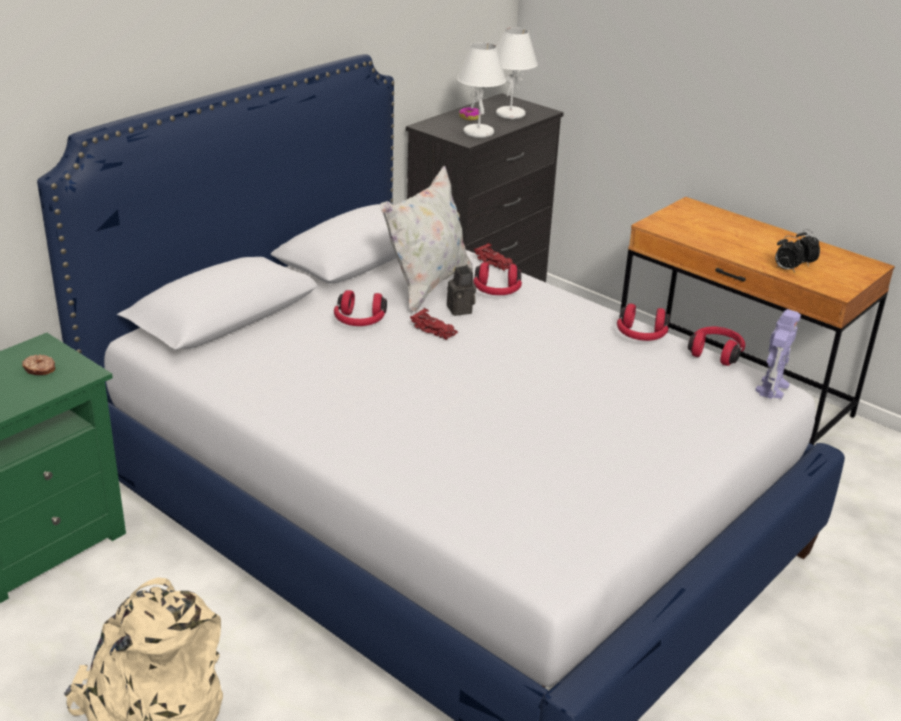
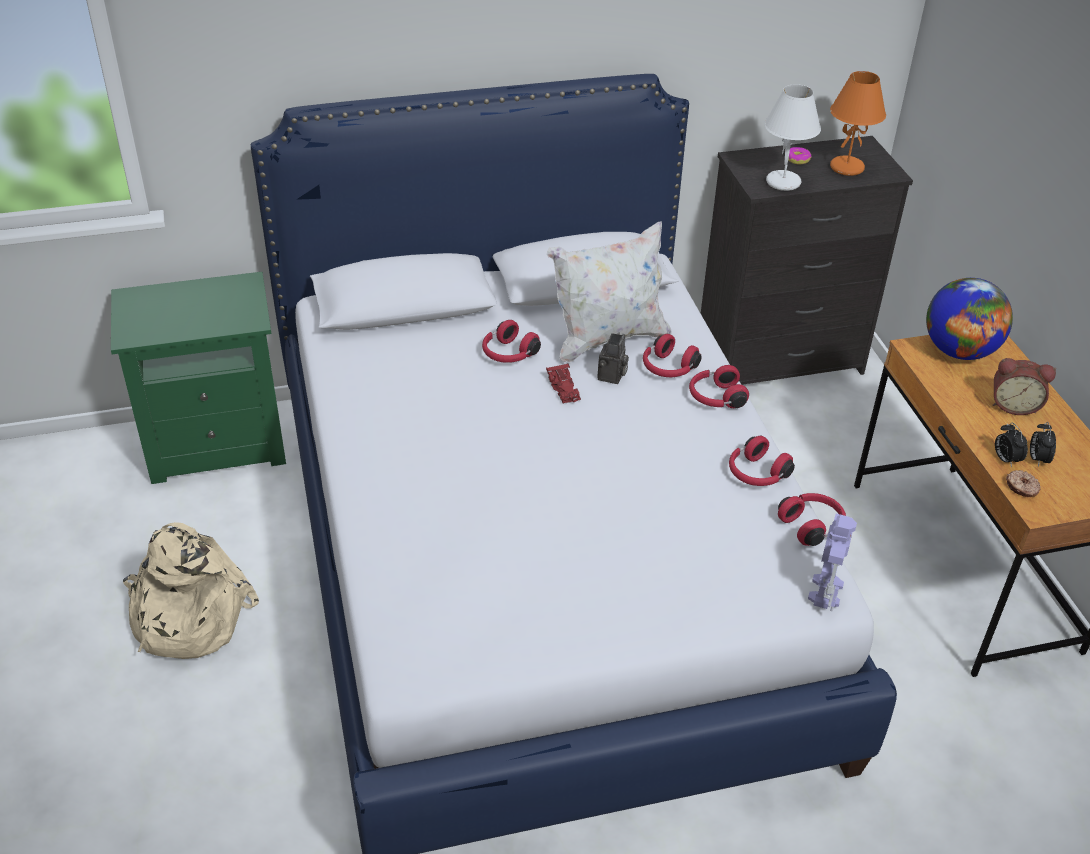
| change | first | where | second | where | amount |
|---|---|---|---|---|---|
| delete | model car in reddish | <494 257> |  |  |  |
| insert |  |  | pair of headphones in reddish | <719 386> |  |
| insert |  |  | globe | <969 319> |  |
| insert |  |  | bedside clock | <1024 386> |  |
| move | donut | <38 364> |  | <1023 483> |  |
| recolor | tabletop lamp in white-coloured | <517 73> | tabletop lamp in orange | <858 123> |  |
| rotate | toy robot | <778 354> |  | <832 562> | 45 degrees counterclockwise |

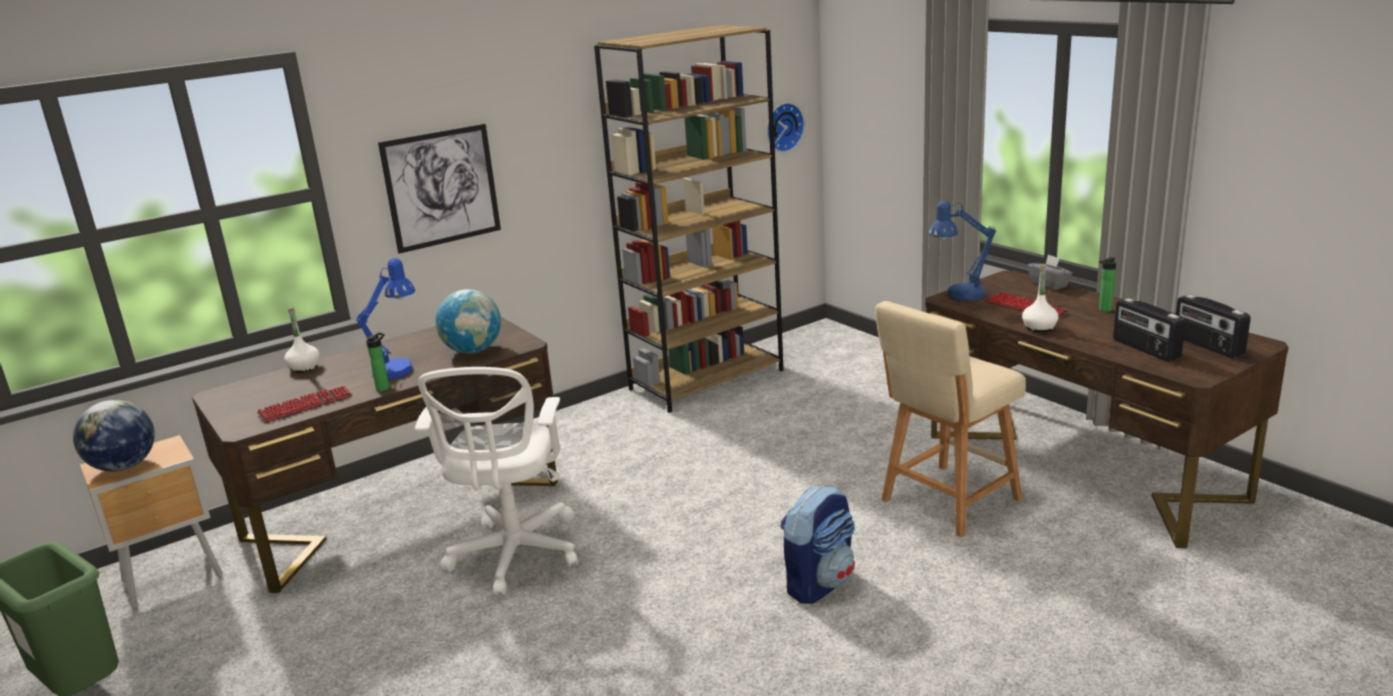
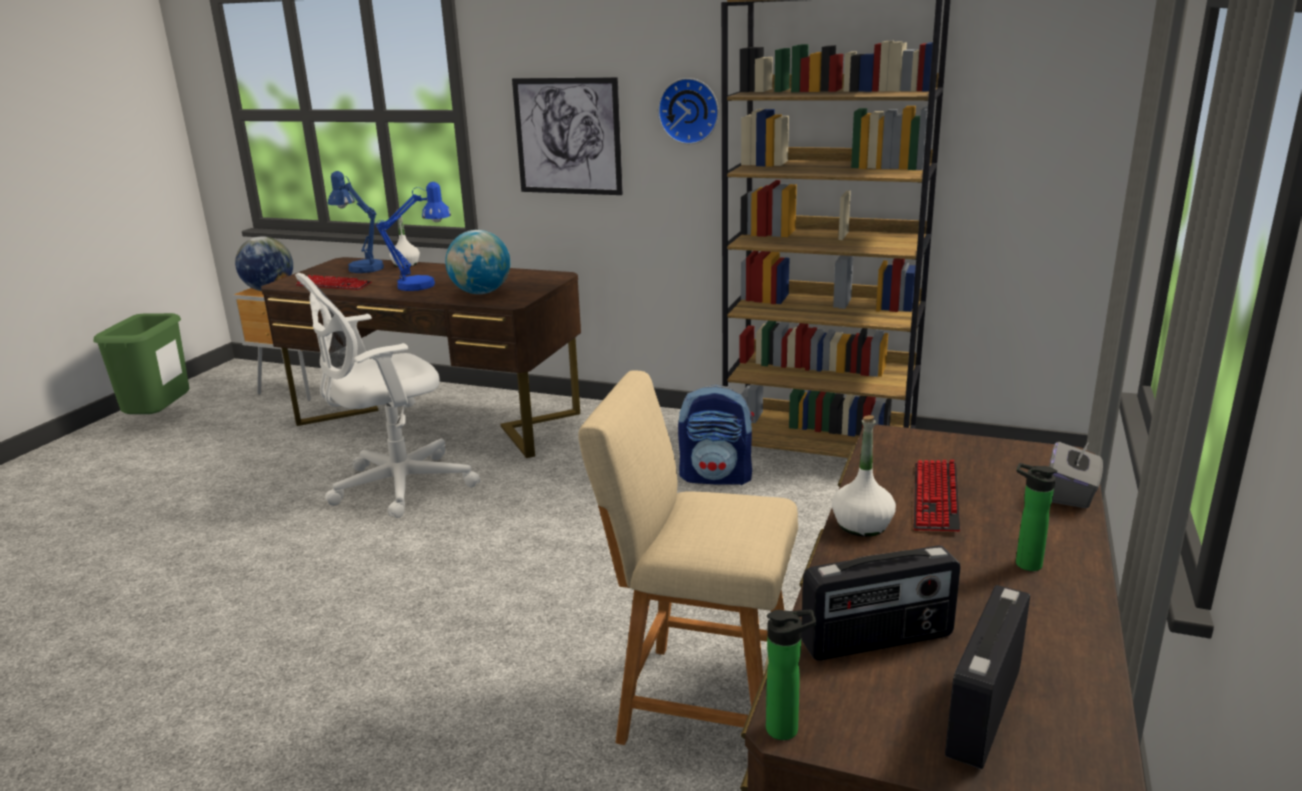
| change | first | where | second | where | amount |
|---|---|---|---|---|---|
| move | beverage bottle | <378 362> |  | <791 675> |  |
| move | clock on the wall | <785 127> |  | <688 111> |  |
| move | rucksack | <817 544> |  | <716 435> |  |
| move | tabletop lamp in blue | <962 250> |  | <356 222> |  |
| rotate | radio receiver | <1149 330> |  | <881 603> | 135 degrees counterclockwise |

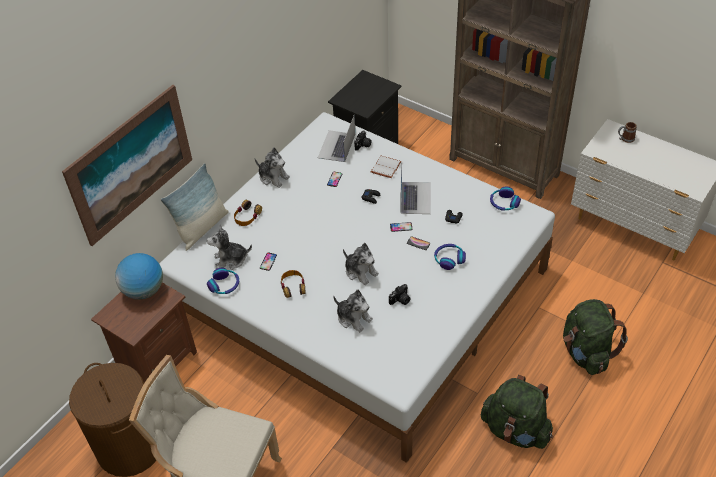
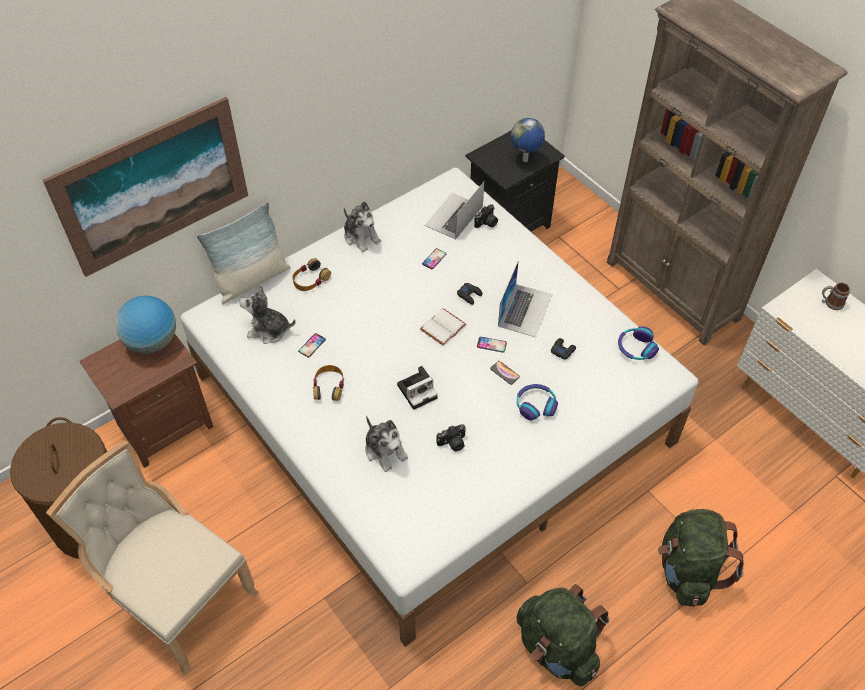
| change | first | where | second | where | amount |
|---|---|---|---|---|---|
| delete | pair of headphones | <223 281> |  |  |  |
| insert |  |  | globe | <528 140> |  |
| move | bound book in white-coloured | <386 167> |  | <443 327> |  |
| replace | plush toy | <361 264> | photo camera | <417 388> |  |

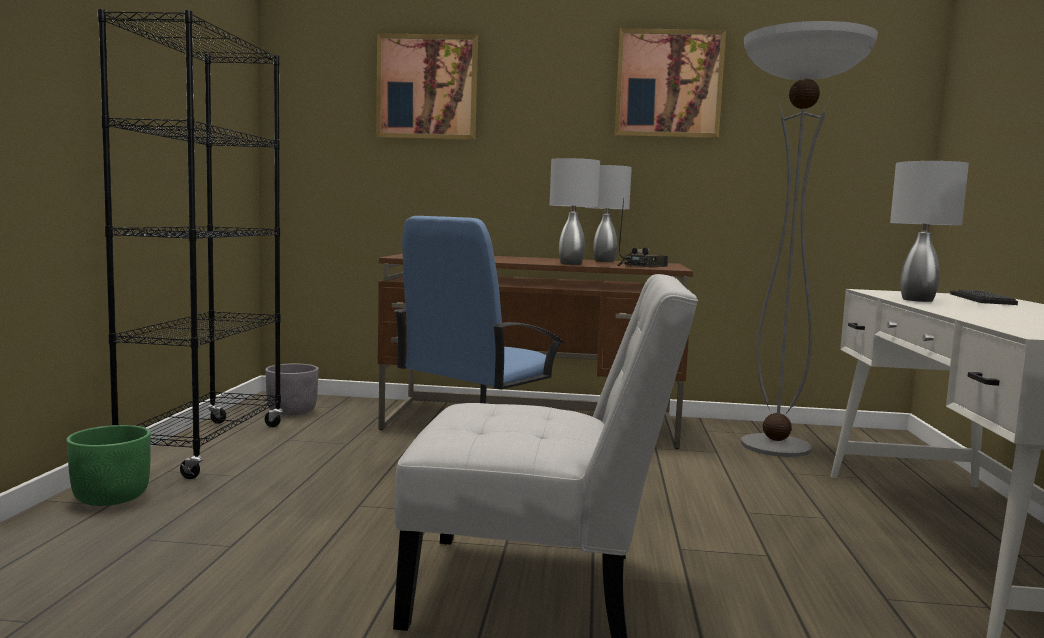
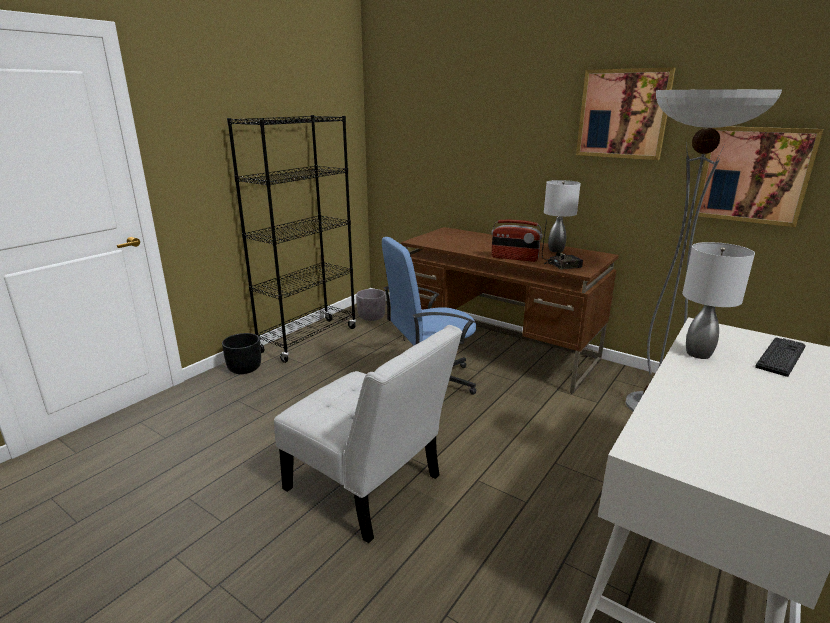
| change | first | where | second | where | amount |
|---|---|---|---|---|---|
| move | wall art | <427 86> |  | <758 176> |  |
| replace | tabletop lamp in greyish | <575 211> | radio receiver | <517 241> |  |
| recolor | flower pot in green | <108 465> | flower pot in black-coloured | <241 353> |  |

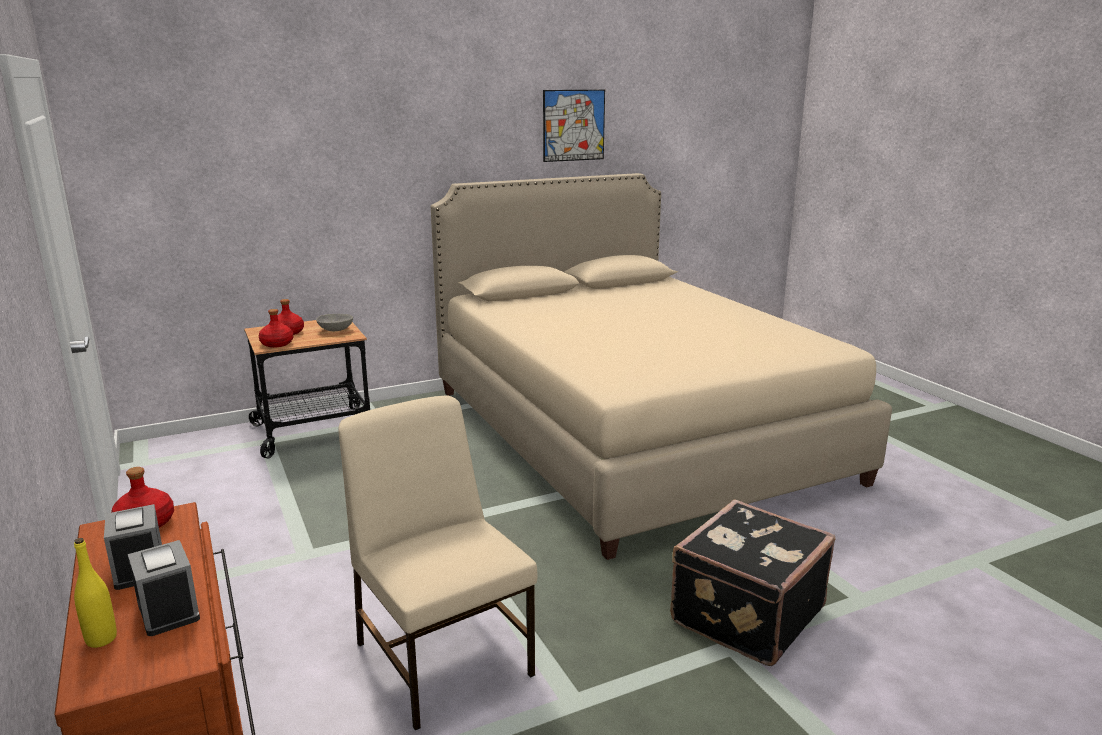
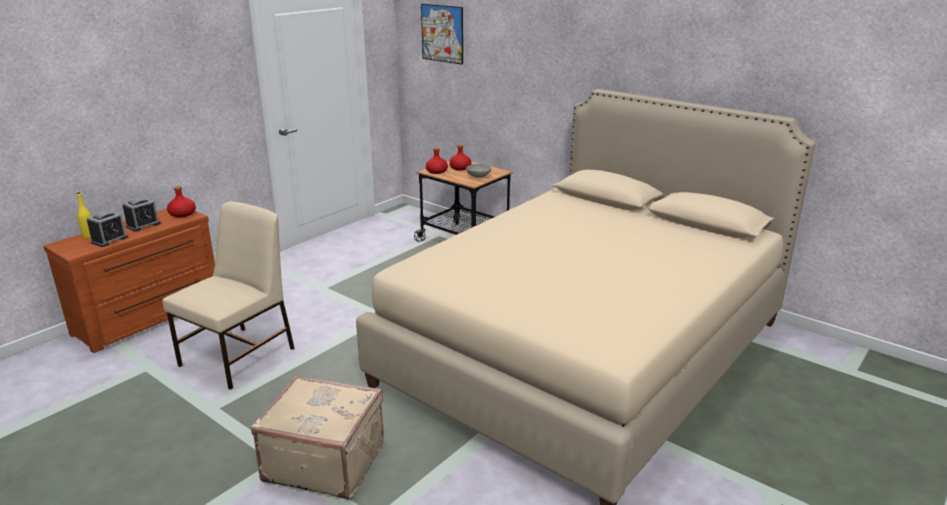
| change | first | where | second | where | amount |
|---|---|---|---|---|---|
| move | wall art | <574 126> |  | <442 34> |  |
| recolor | travel case in black-coloured | <753 583> | travel case in beige-coloured | <317 437> |  |

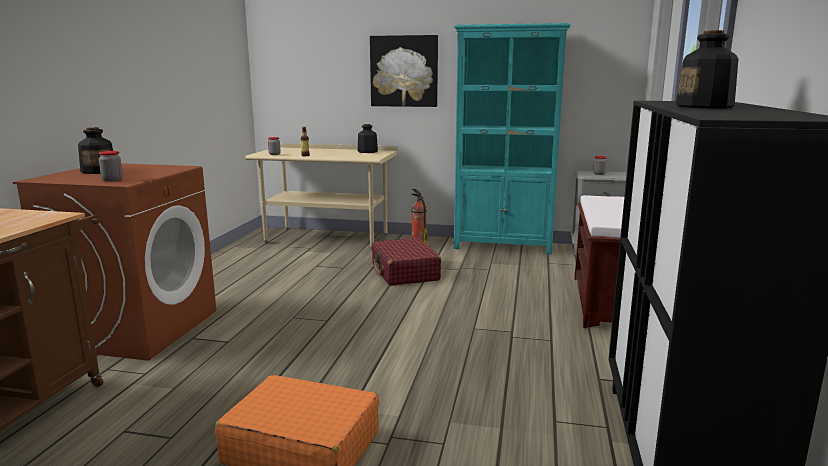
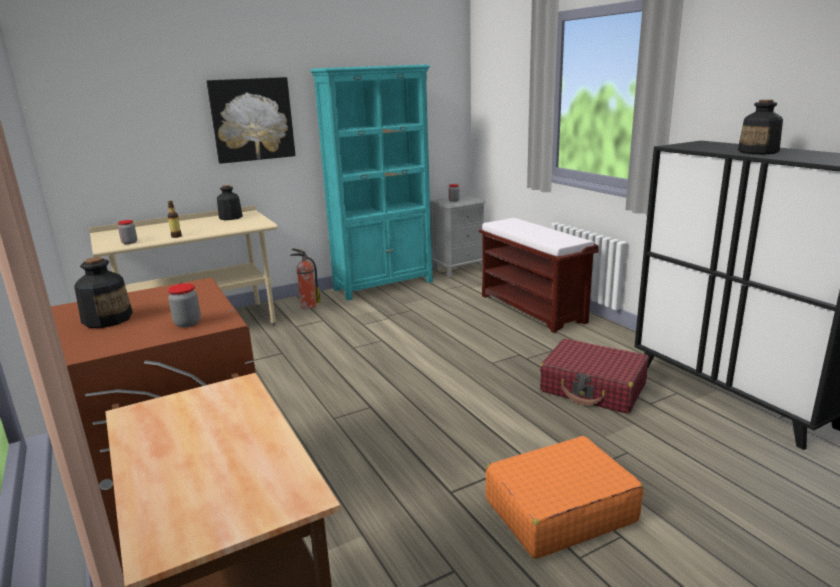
| change | first | where | second | where | amount |
|---|---|---|---|---|---|
| move | travel case in reddish | <406 262> |  | <594 376> |  |

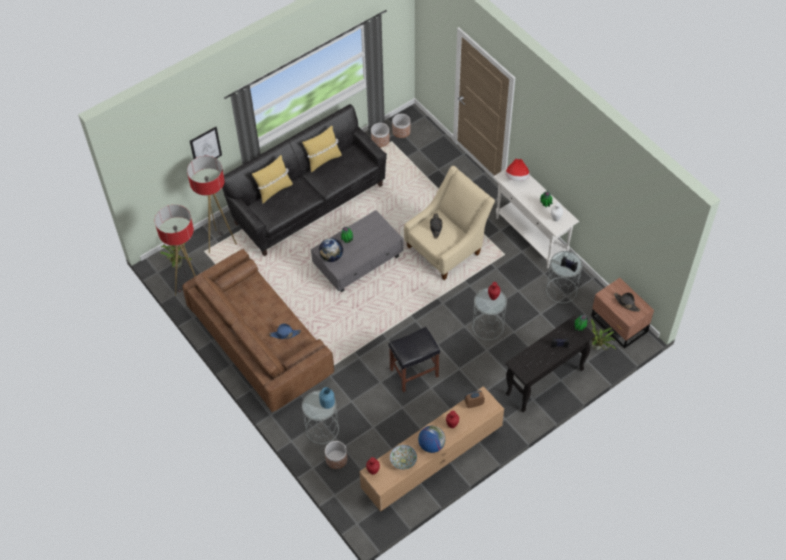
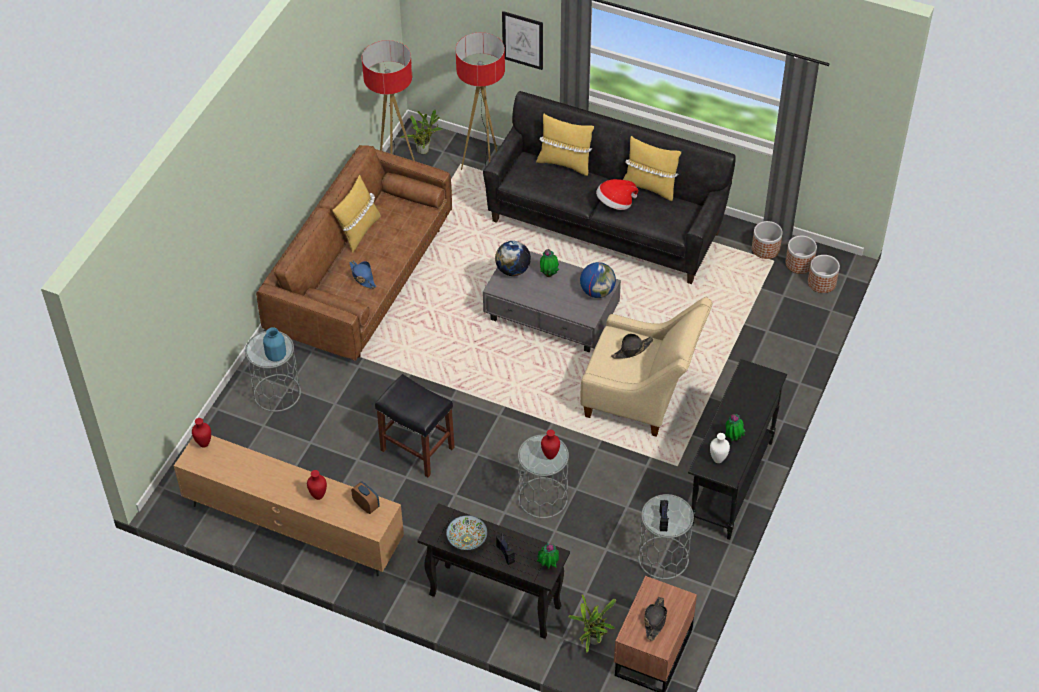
| change | first | where | second | where | amount |
|---|---|---|---|---|---|
| insert |  |  | pillow in yellowish | <356 214> |  |
| move | flower pot | <336 455> |  | <824 274> |  |
| move | bowl | <403 457> |  | <466 532> |  |
| move | globe | <431 439> |  | <598 280> |  |
| move | wearable hat | <517 170> |  | <617 194> |  |
| recolor | narrow table in white-coloured | <536 218> | narrow table in black-coloured | <737 449> |  |

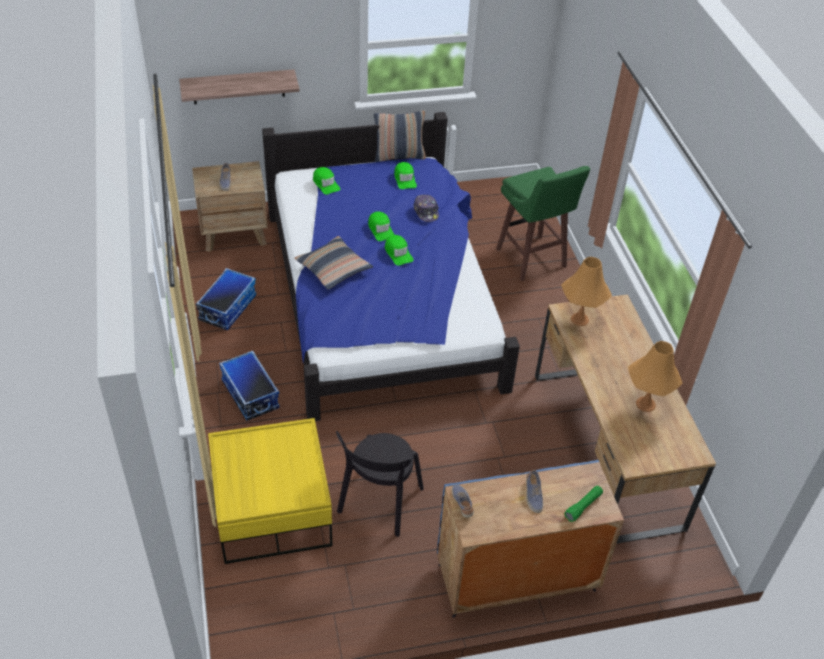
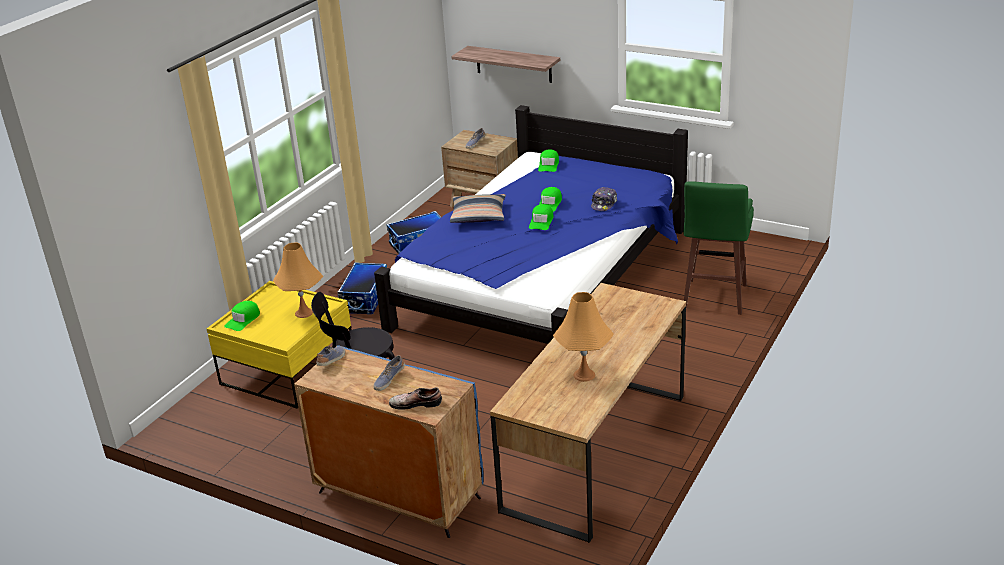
| change | first | where | second | where | amount |
|---|---|---|---|---|---|
| delete | pillow | <400 136> |  |  |  |
| move | peaked cap in green | <405 175> |  | <242 316> |  |
| move | tabletop lamp in orange | <586 291> |  | <298 280> |  |
| replace | hand torch in green | <583 504> | item of footwear | <415 398> |  |

